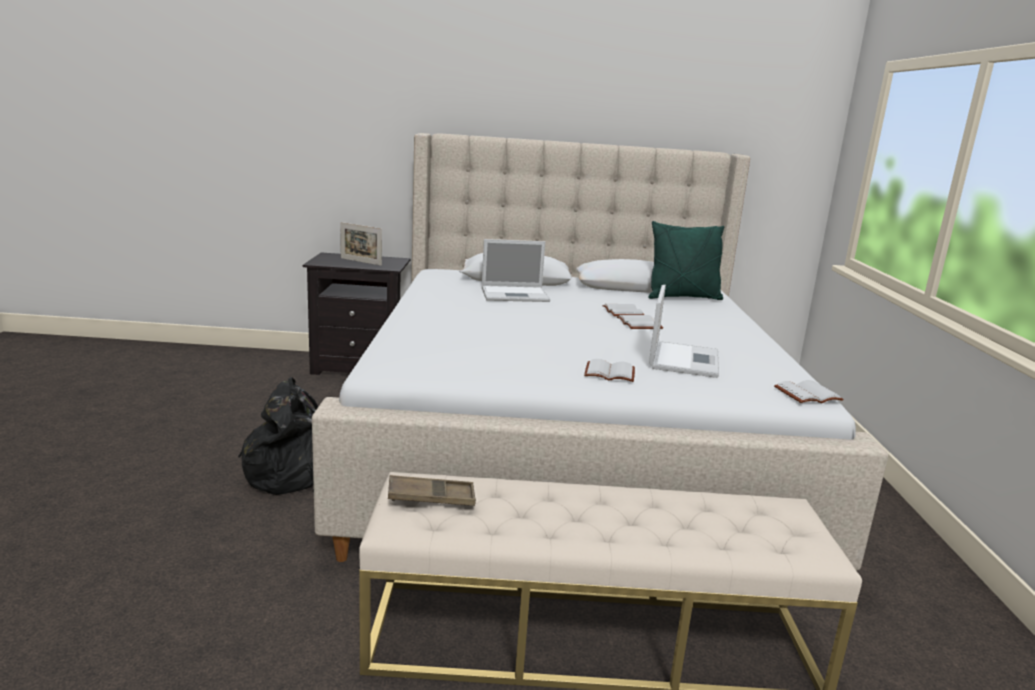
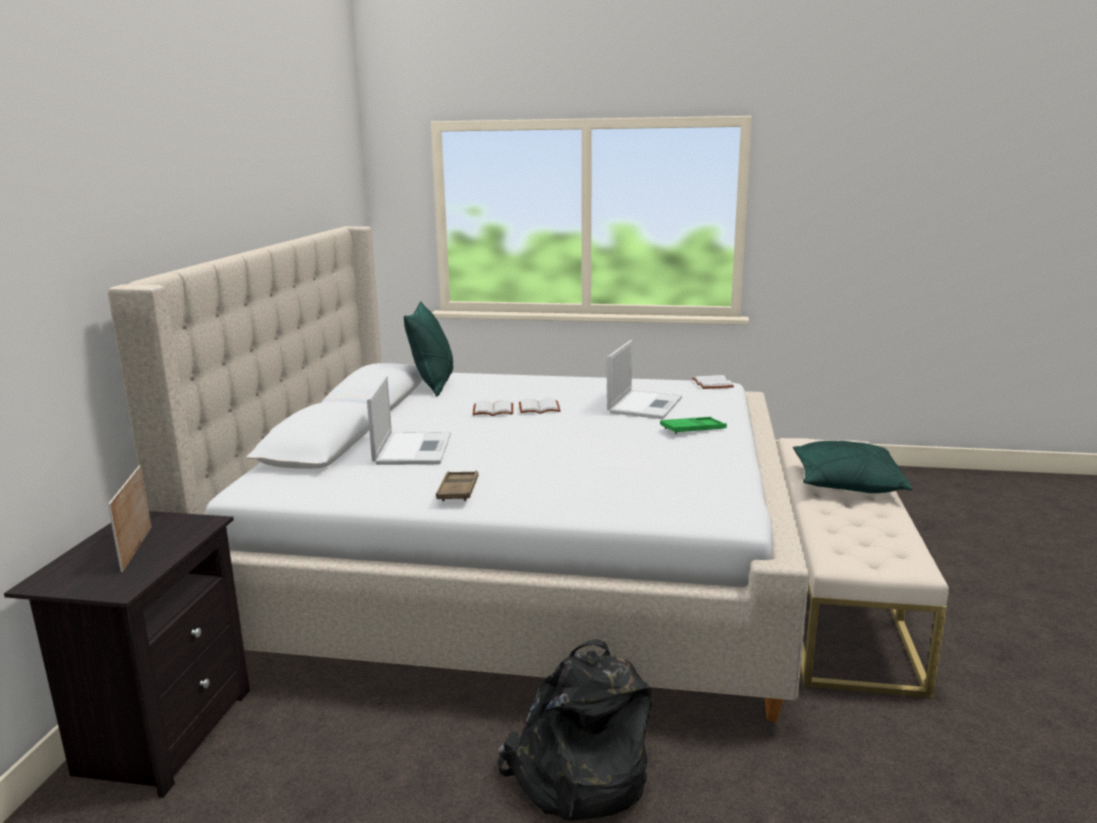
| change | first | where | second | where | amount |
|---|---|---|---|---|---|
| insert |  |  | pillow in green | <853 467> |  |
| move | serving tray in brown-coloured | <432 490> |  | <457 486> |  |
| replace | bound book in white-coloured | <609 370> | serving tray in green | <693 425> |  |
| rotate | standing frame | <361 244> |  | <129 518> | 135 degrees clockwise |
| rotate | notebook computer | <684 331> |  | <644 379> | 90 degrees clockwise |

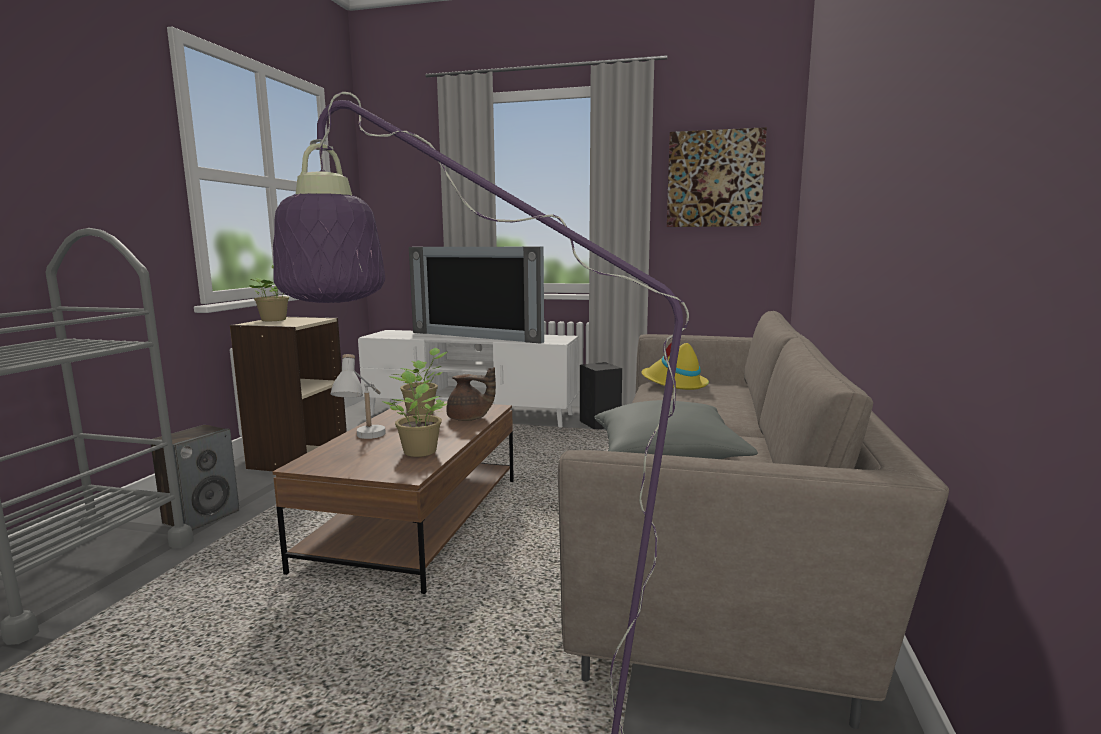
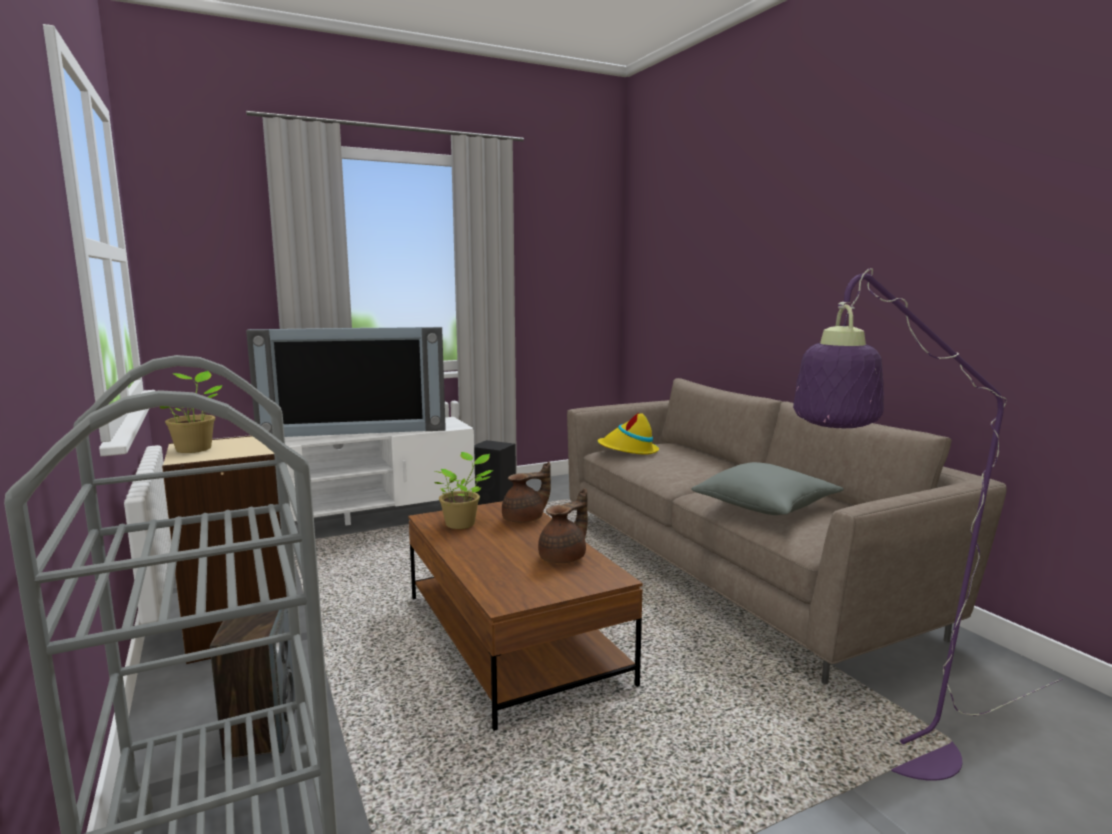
| change | first | where | second | where | amount |
|---|---|---|---|---|---|
| delete | tabletop lamp in white-coloured | <358 396> |  |  |  |
| delete | wall art | <717 177> |  |  |  |
| replace | potted plant | <414 413> | pot for tea in brown-coloured | <563 525> |  |

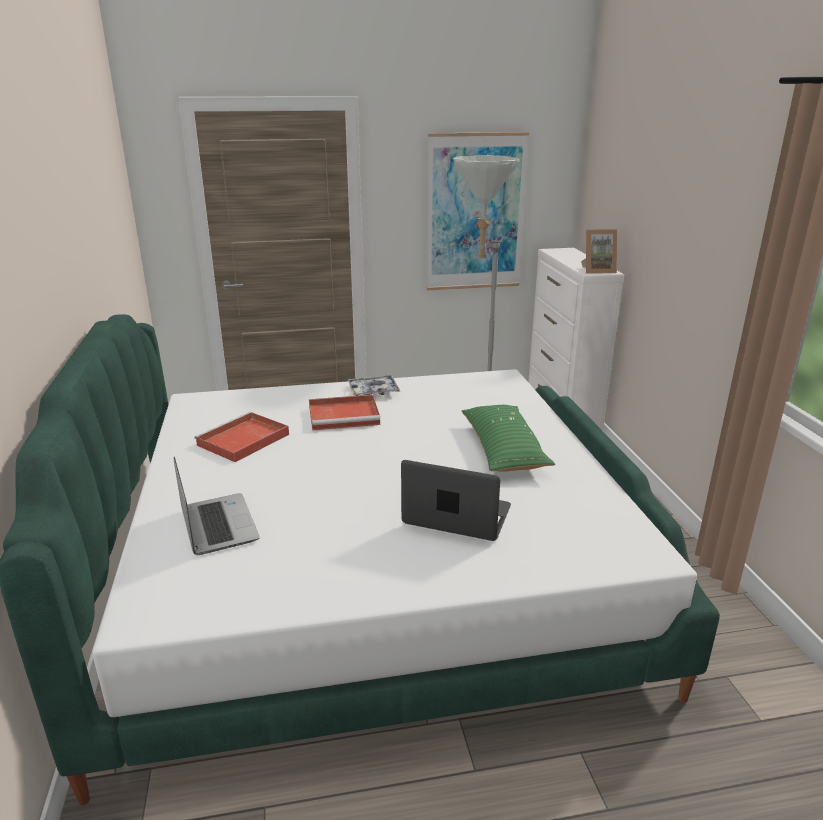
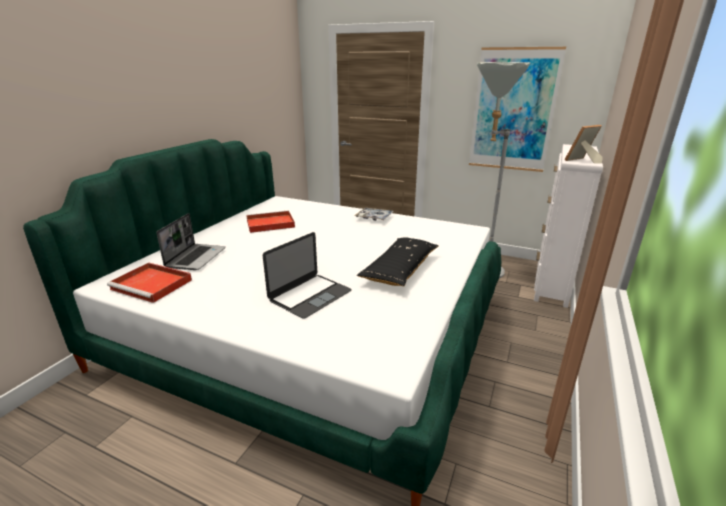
| change | first | where | second | where | amount |
|---|---|---|---|---|---|
| move | serving tray in reddish | <344 412> |  | <149 283> |  |
| recolor | pillow in green | <508 438> | pillow in black-coloured | <398 261> |  |
| rotate | notebook computer | <456 500> |  | <307 275> | 75 degrees clockwise |
| rotate | standing frame | <599 251> |  | <584 144> | 120 degrees clockwise |

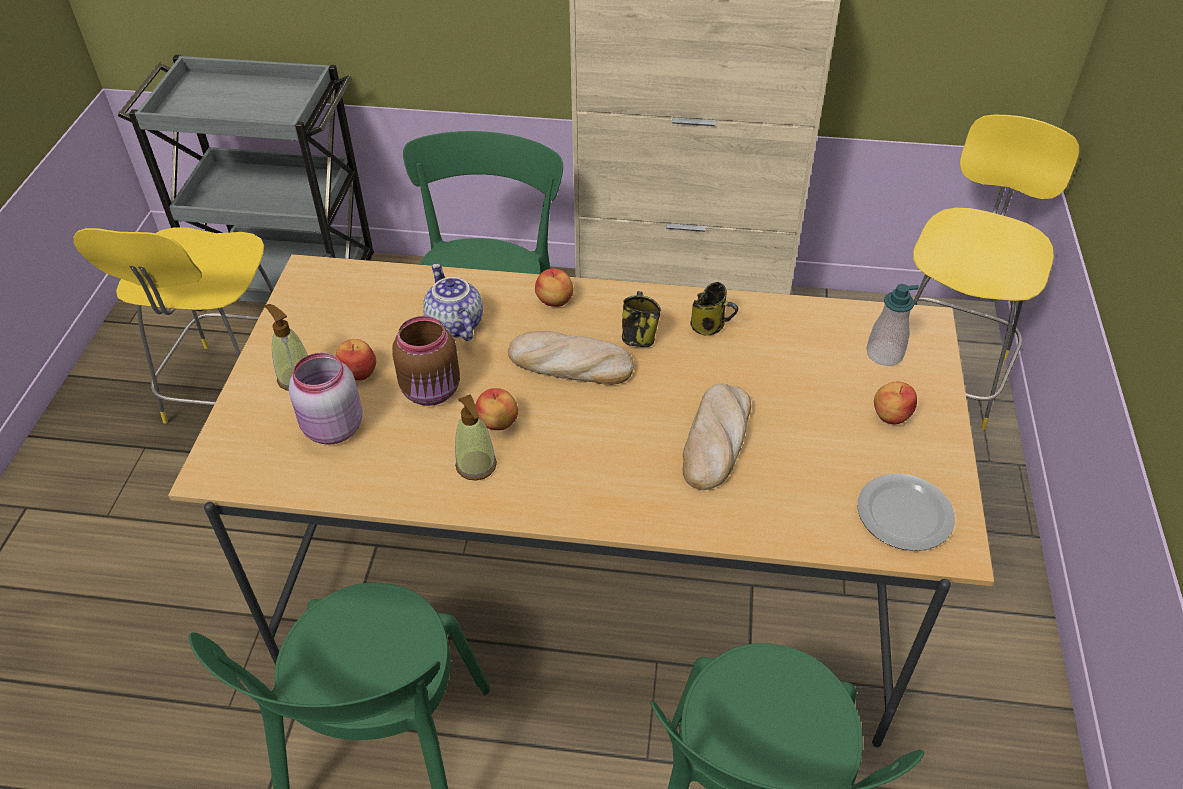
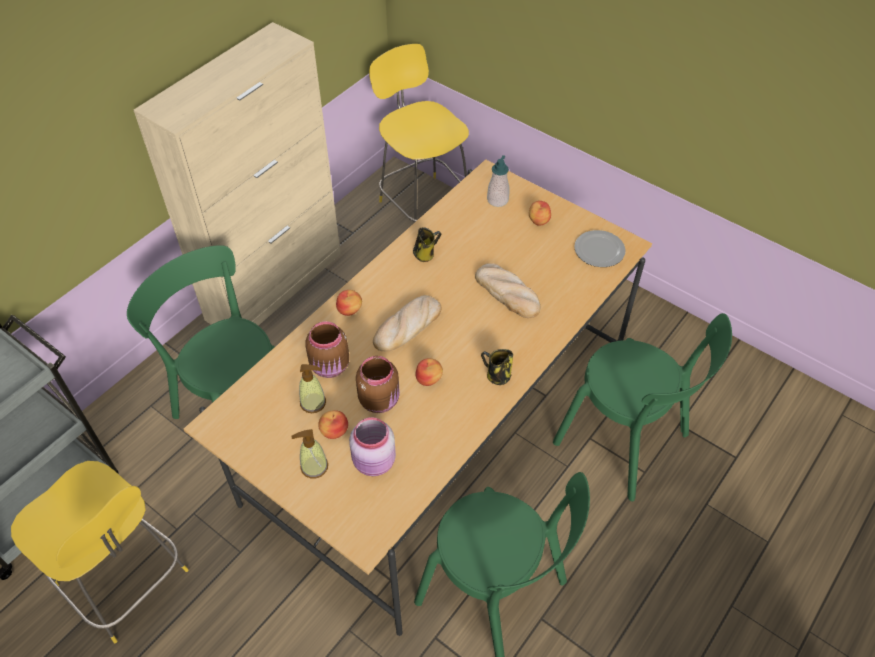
| change | first | where | second | where | amount |
|---|---|---|---|---|---|
| move | liquid soap bottle | <476 437> |  | <312 388> |  |
| move | coffee mug | <641 319> |  | <497 367> |  |
| replace | pot for tea | <453 302> | storage jar in brown-coloured | <327 349> |  |

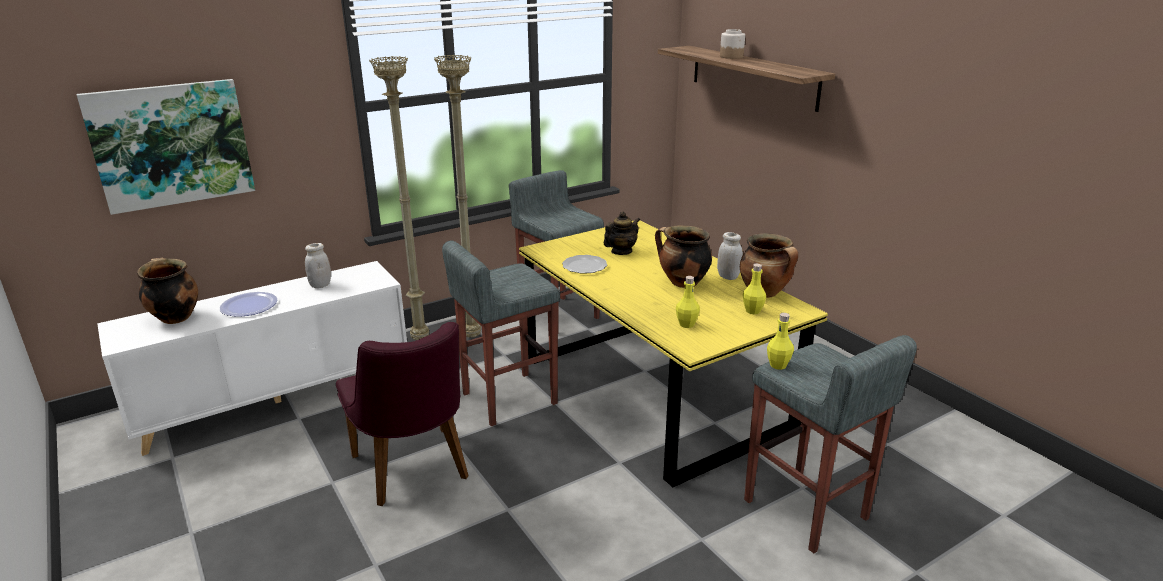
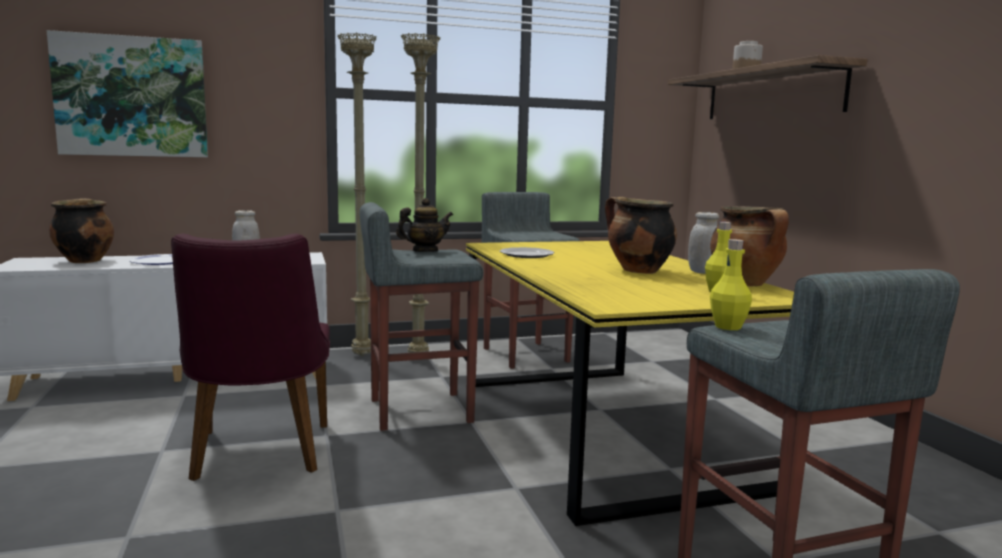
| change | first | where | second | where | amount |
|---|---|---|---|---|---|
| delete | beverage bottle in yellowish | <688 302> |  |  |  |
| move | pot for tea | <622 233> |  | <424 225> |  |

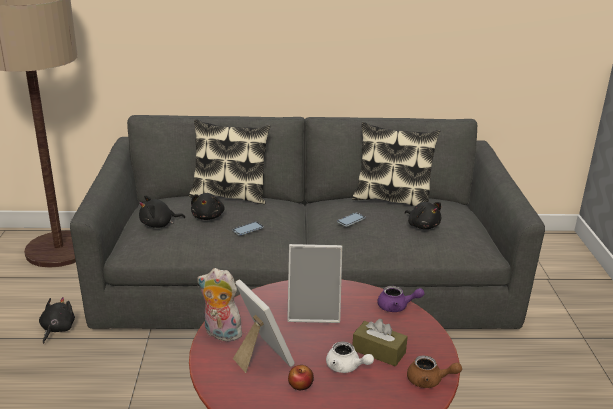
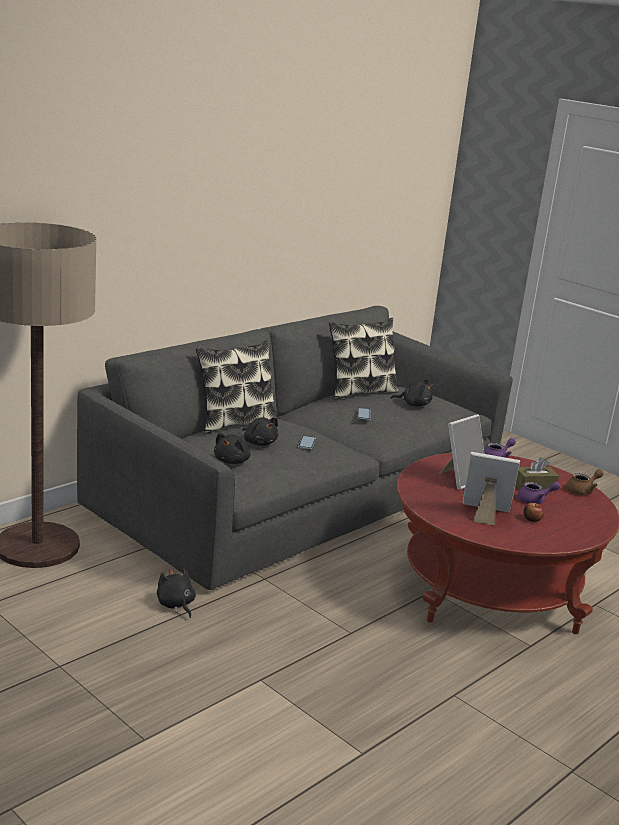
| change | first | where | second | where | amount |
|---|---|---|---|---|---|
| delete | plush toy | <220 305> |  |  |  |
| recolor | pot for tea in white-coloured | <350 357> | pot for tea in purplish | <539 492> |  |

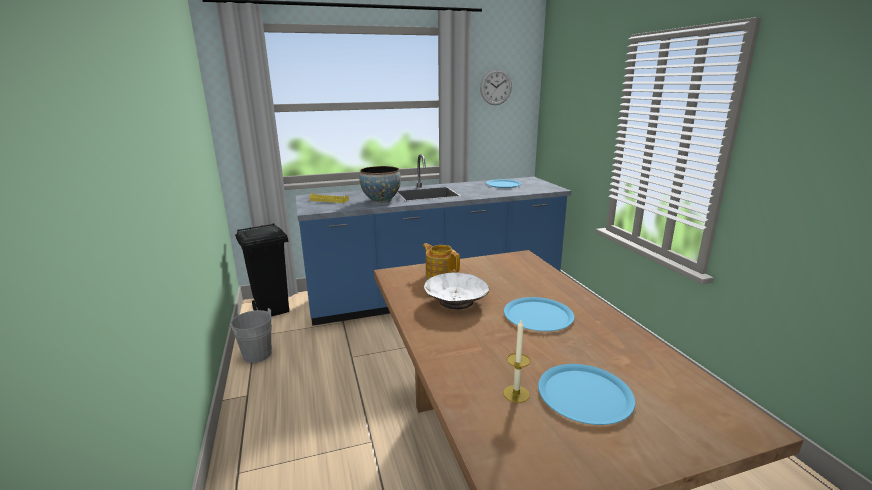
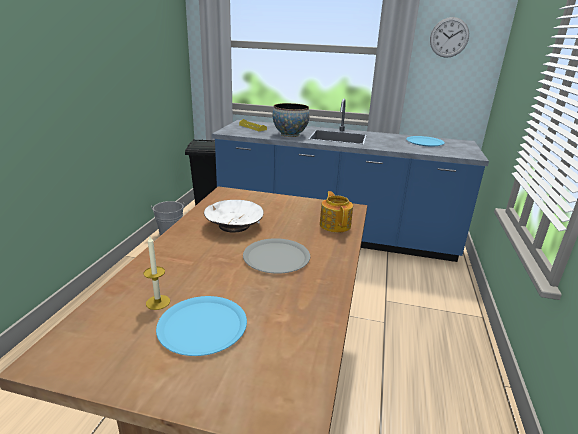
| change | first | where | second | where | amount |
|---|---|---|---|---|---|
| move | pot for tea | <441 261> |  | <336 212> |  |
| recolor | plate in blue | <539 314> | plate in greyish | <276 256> |  |

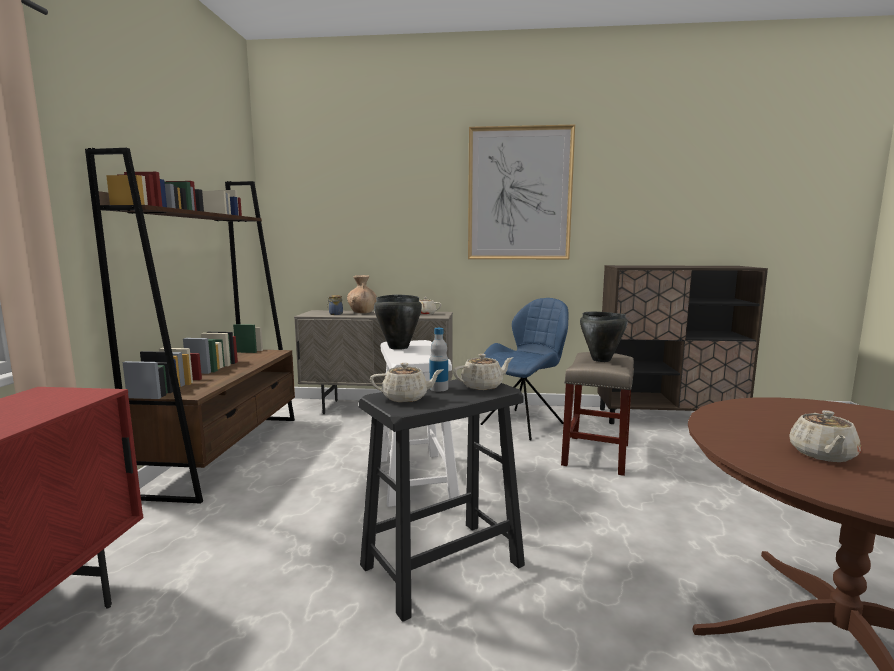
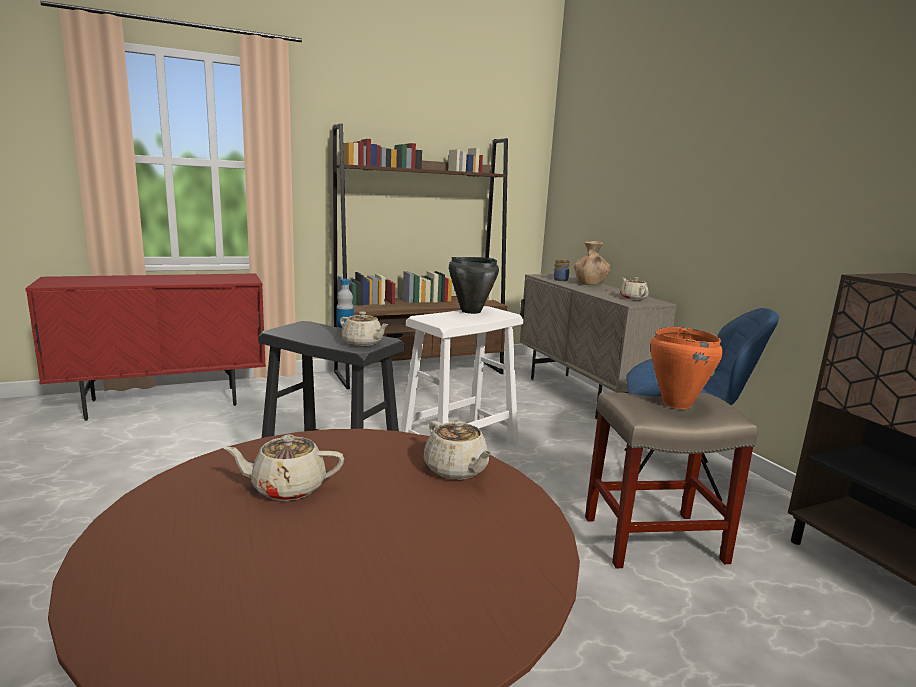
| change | first | where | second | where | amount |
|---|---|---|---|---|---|
| delete | wall art | <521 192> |  |  |  |
| move | pot for tea in beige-coloured | <406 382> |  | <458 450> |  |
| recolor | stockpot in black-coloured | <604 337> | stockpot in orange | <686 368> |  |

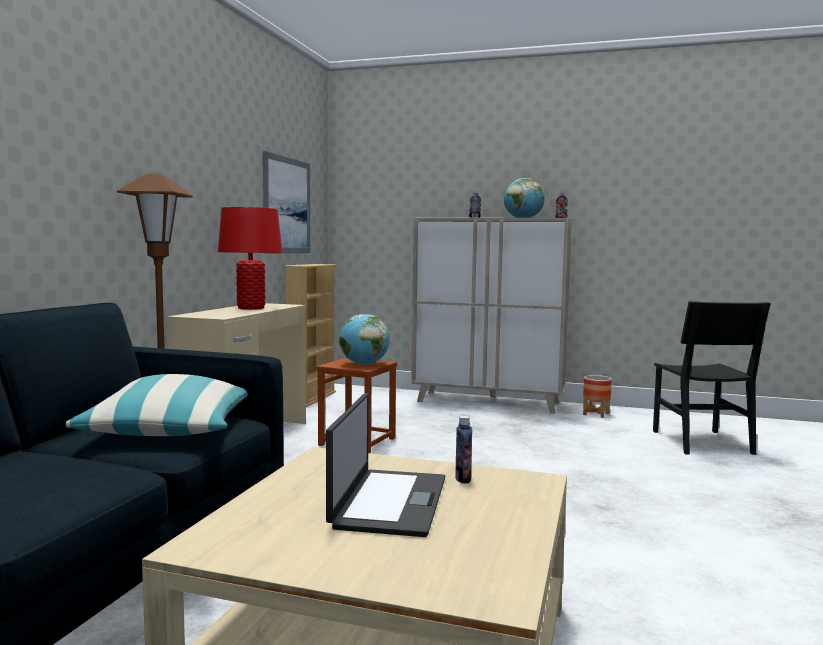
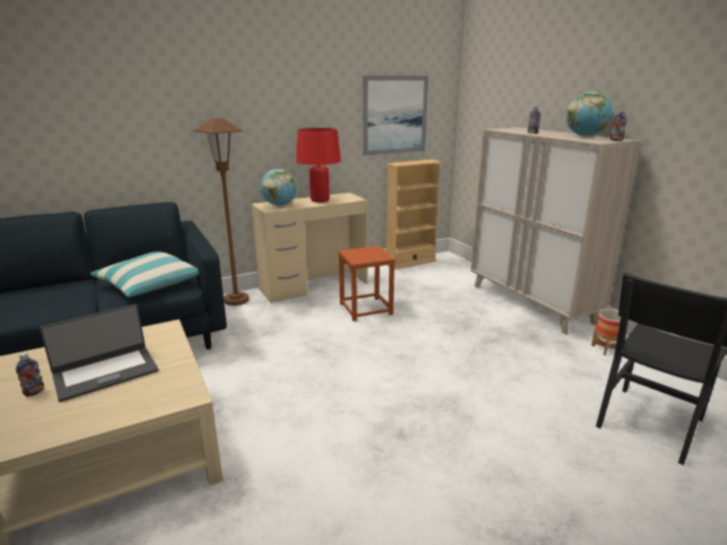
| change | first | where | second | where | amount |
|---|---|---|---|---|---|
| move | globe | <364 339> |  | <279 187> |  |
| move | beverage bottle | <463 449> |  | <30 374> |  |

